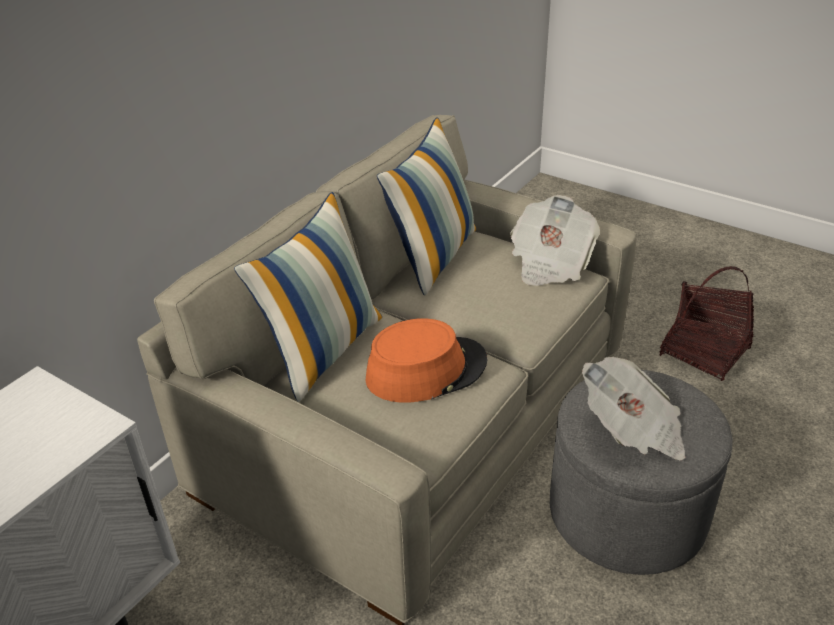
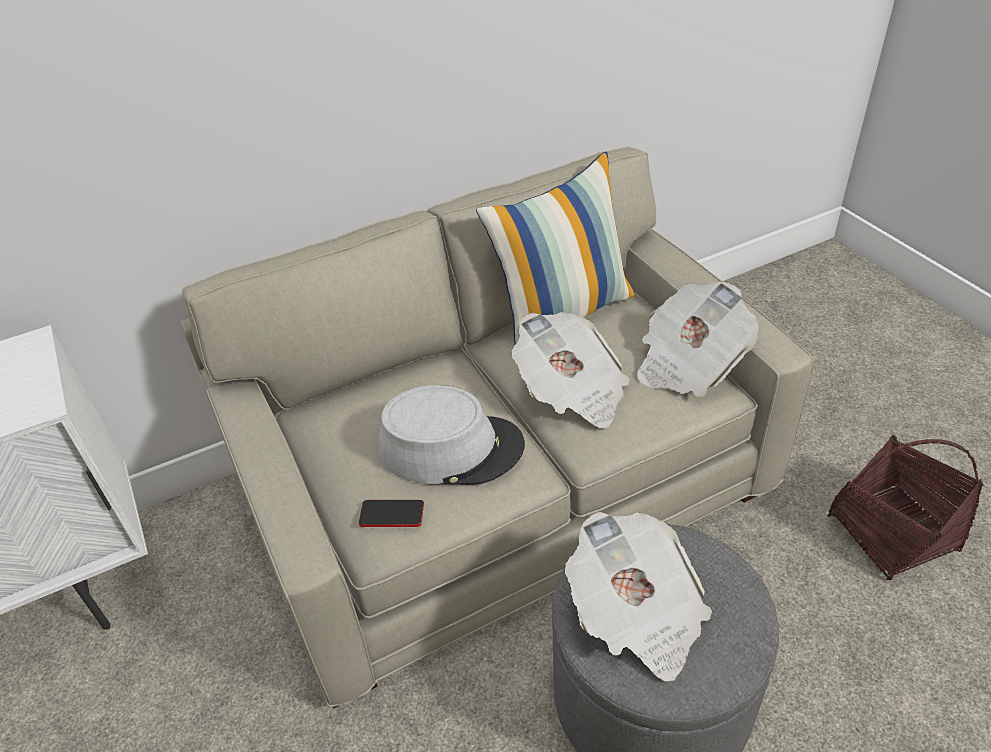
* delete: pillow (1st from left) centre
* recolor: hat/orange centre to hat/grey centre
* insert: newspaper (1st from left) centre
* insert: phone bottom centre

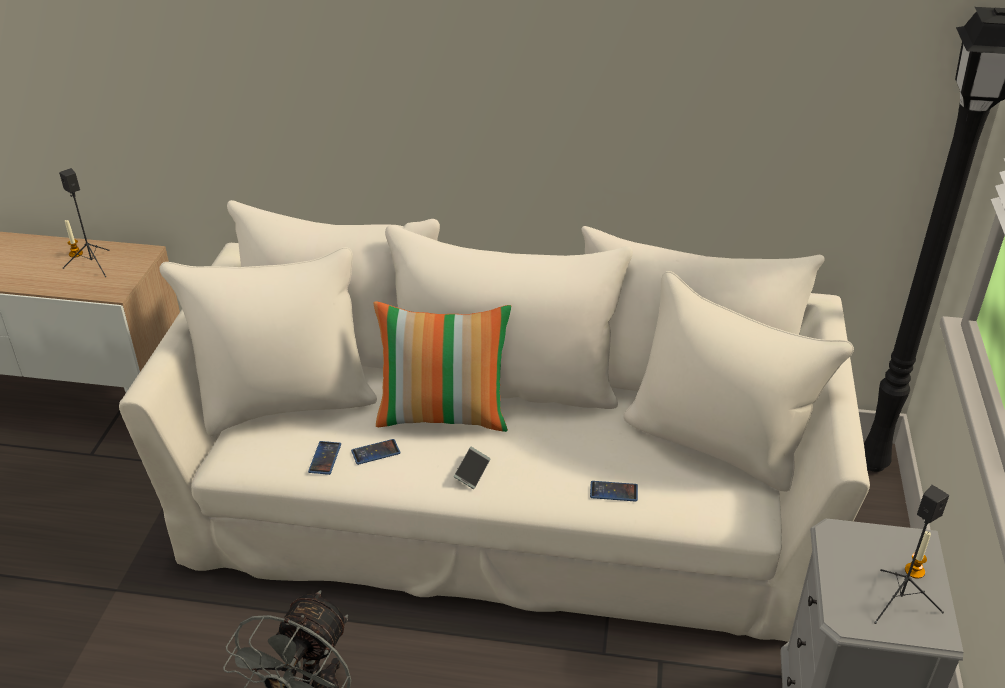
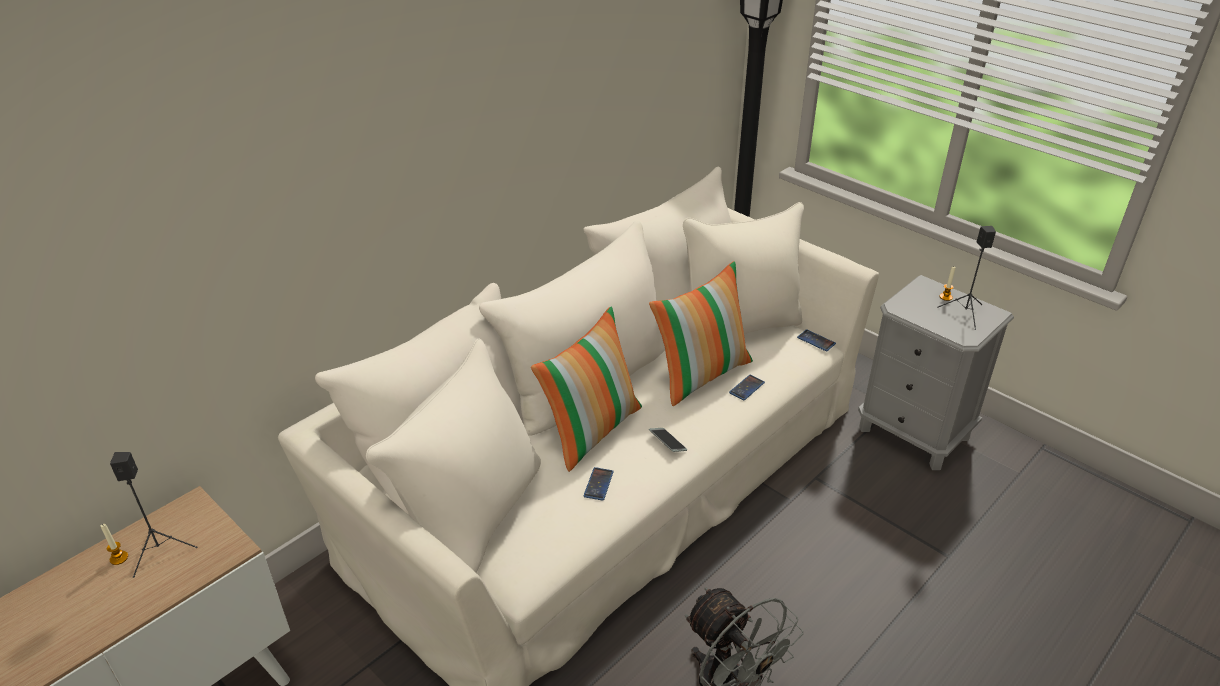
* move: phone (1st from left in the first image) middle left to phone (4th from left) middle right
* insert: pillow (2nd from left) centre

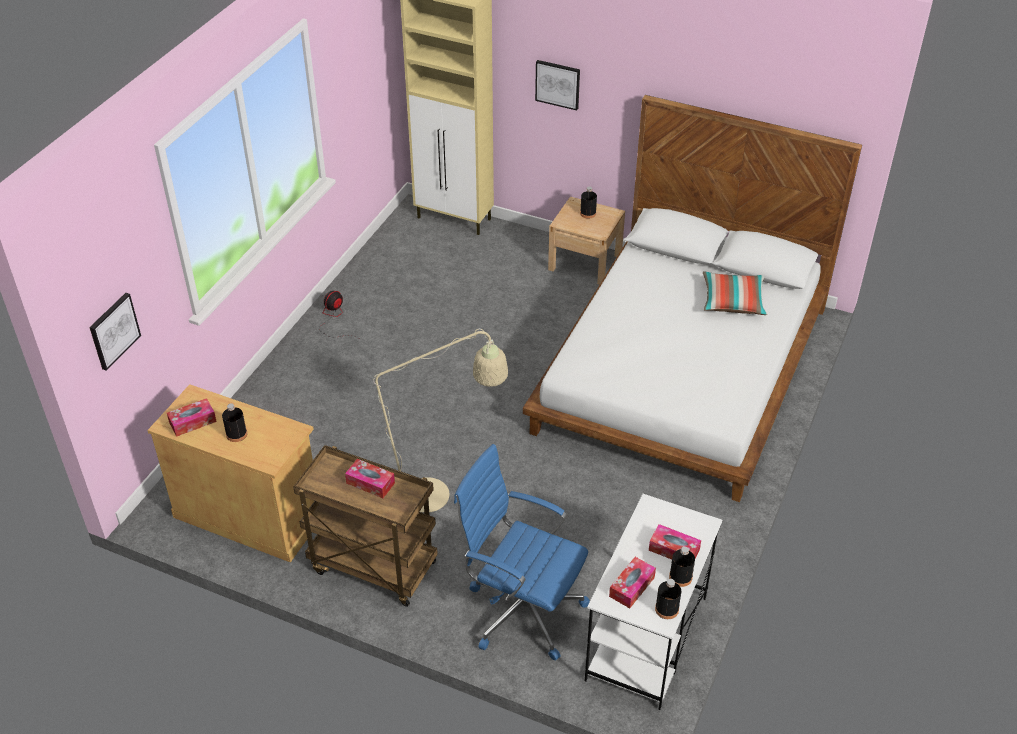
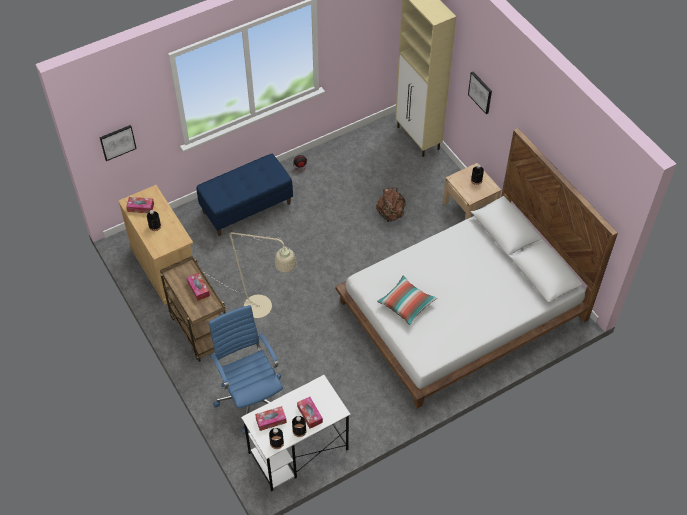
* move: pillow middle right to centre
* insert: bench/blue centre
* insert: backpack/brown centre

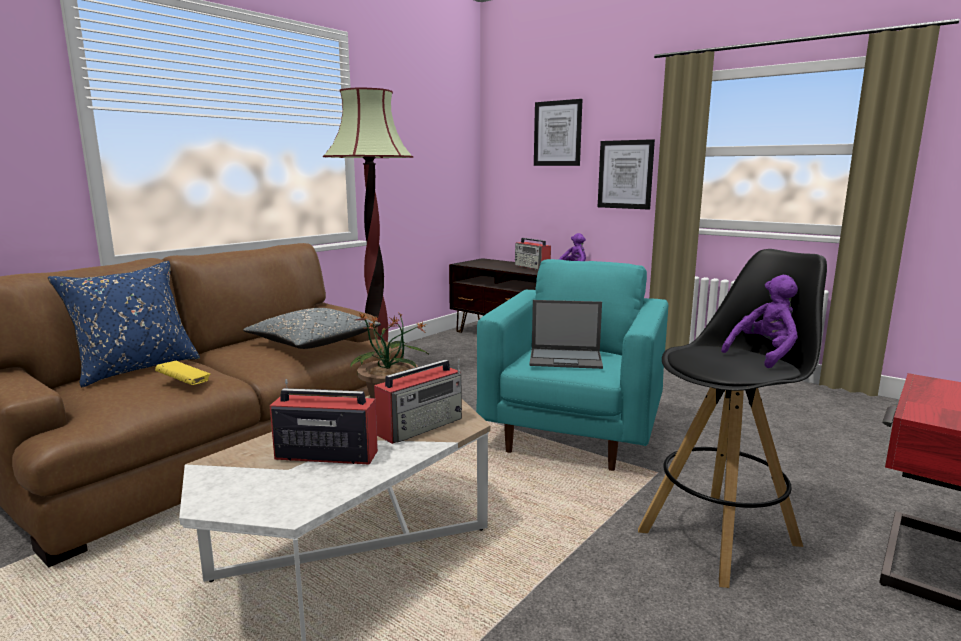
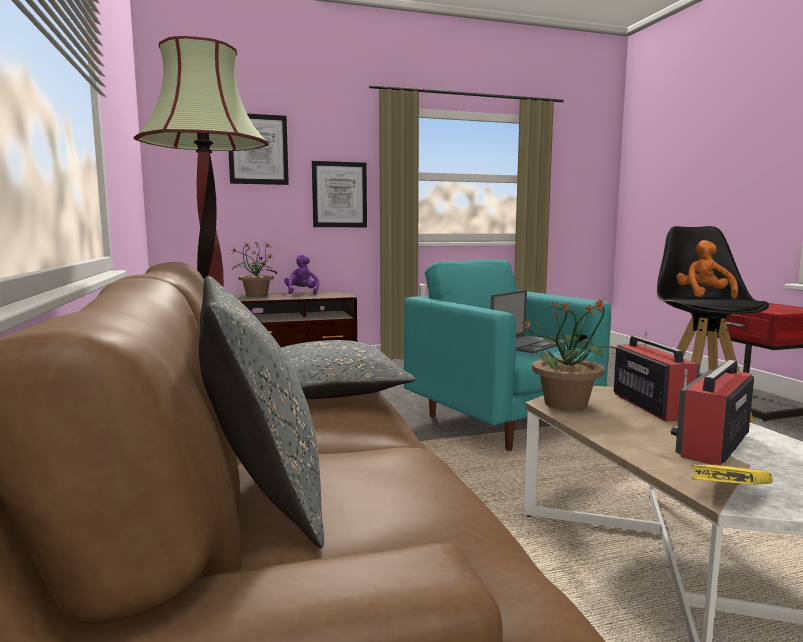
* replace: radio (3rd from left) centre to potted plant (1st from left) middle left
* recolor: pillow/blue middle left to pillow/grey (1st from left) middle left
* recolor: plush toy/purple (2nd from left) middle right to plush toy/orange middle right
* move: book/yellow middle left to bottom right

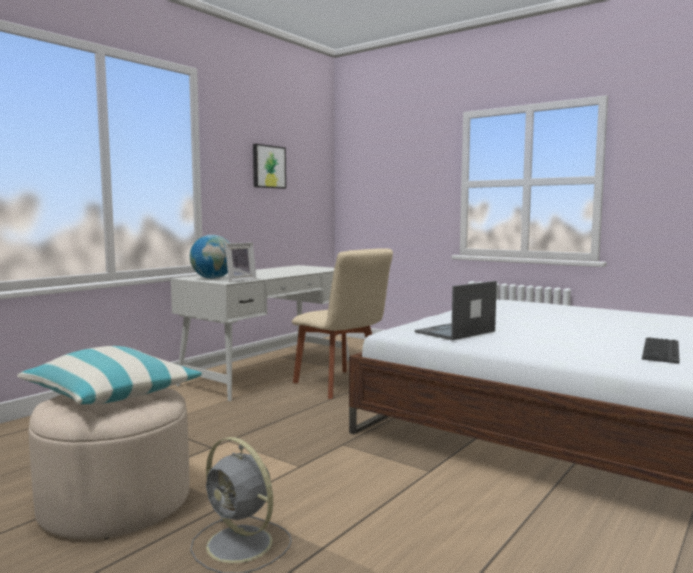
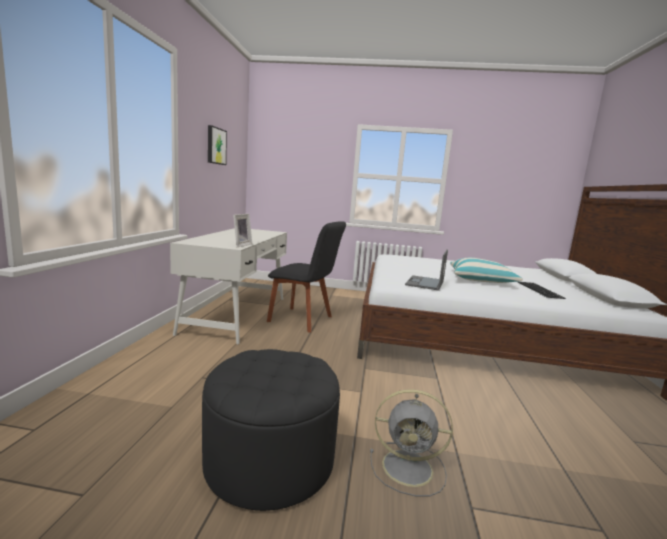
* delete: globe middle left
* recolor: chair/beige centre to chair/black centre
* move: pillow middle left to middle right
* recolor: ottoman/beige bottom left to ottoman/black bottom centre

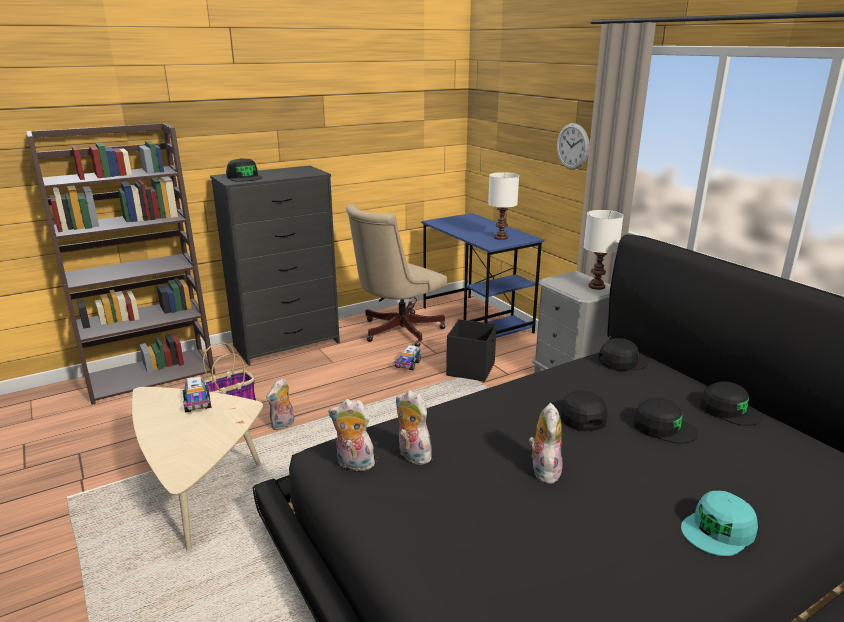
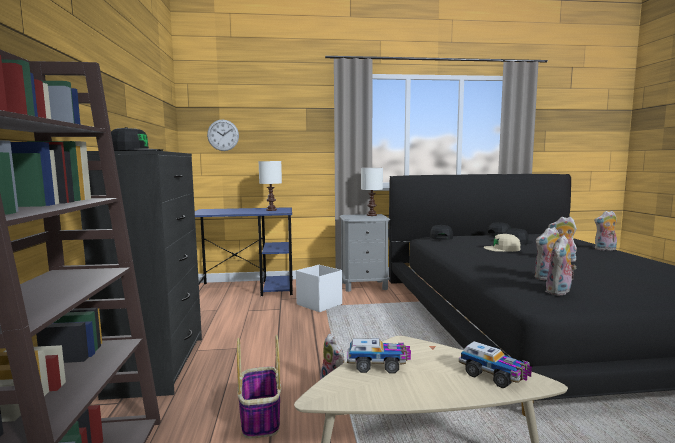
* move: wall clock top right to top left
* delete: office chair/beige centre
* recolor: storage box/black centre to storage box/white centre
* move: toy truck (2nd from left) centre to bottom right
* recolor: cap/black (2nd from left) middle right to cap/beige middle right
* replace: cap/turquoise bottom right to plush toy (5th from left) middle right

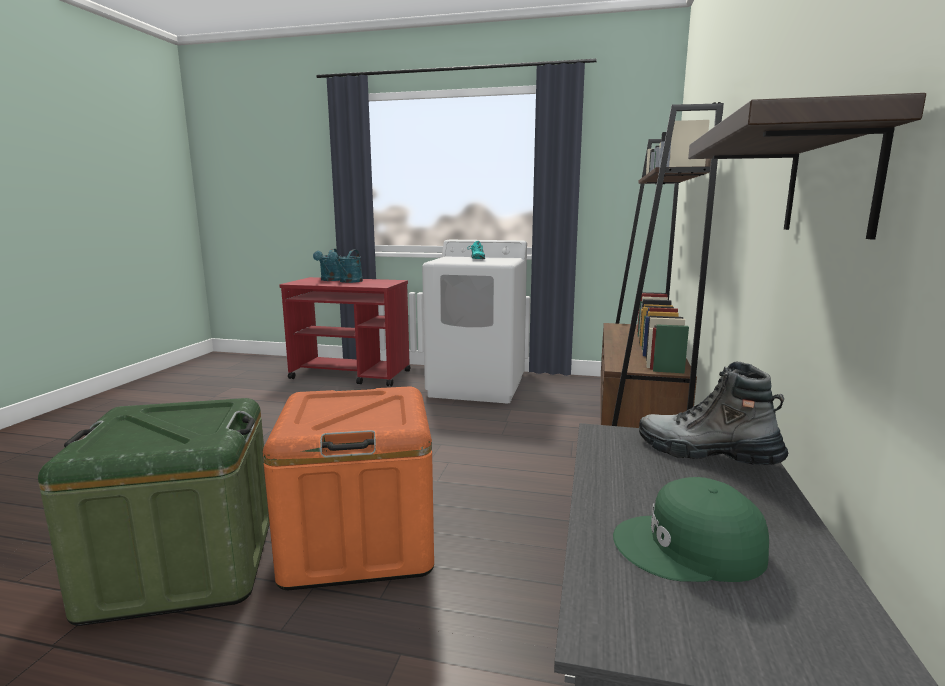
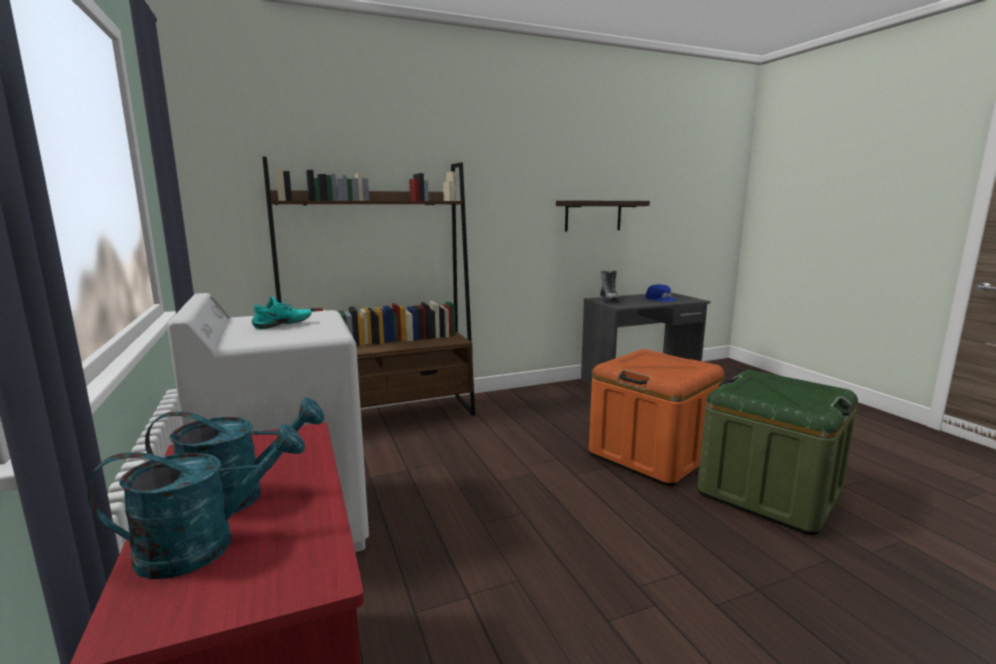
* recolor: cap/green bottom right to cap/blue centre

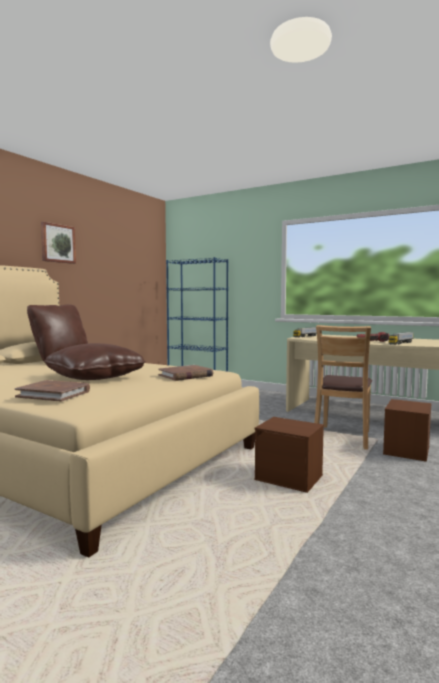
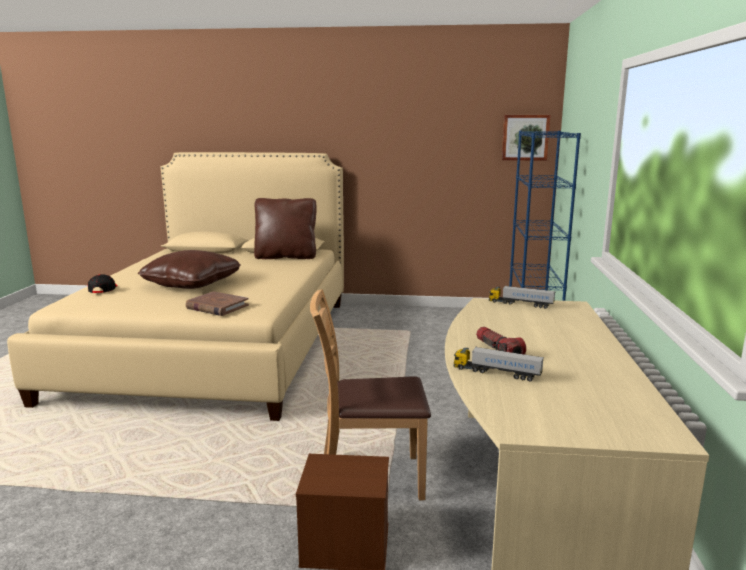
* move: picture middle left to top right
* replace: book/brown (1st from left) middle left to cap/black middle left
* delete: storage box/brown (1st from left) centre

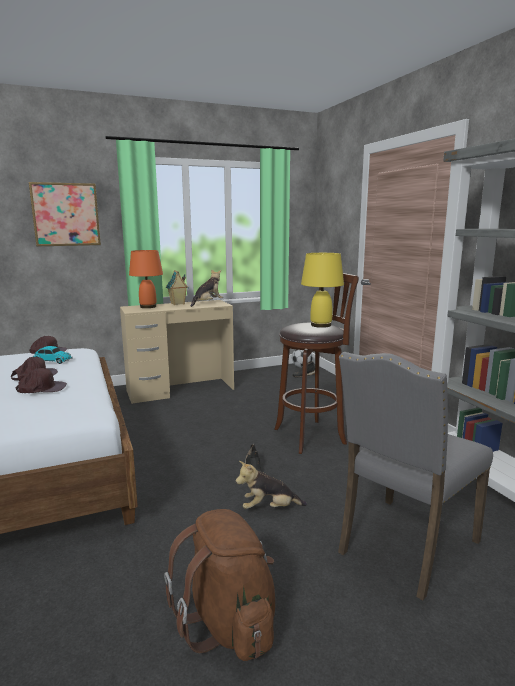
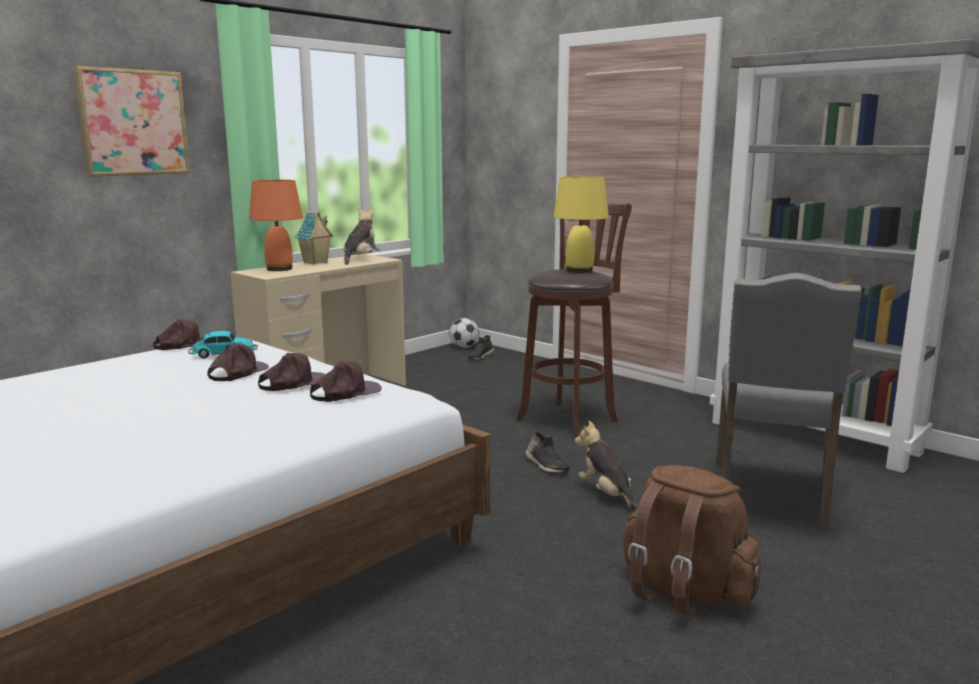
* rotate: plush toy (2nd from left) bottom centre = bottom centre 90 degrees clockwise
* insert: cap/brown (4th from left) centre

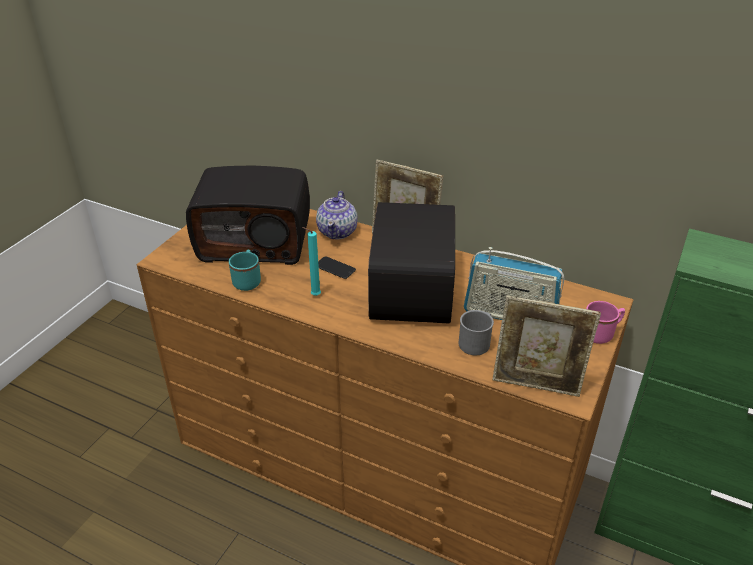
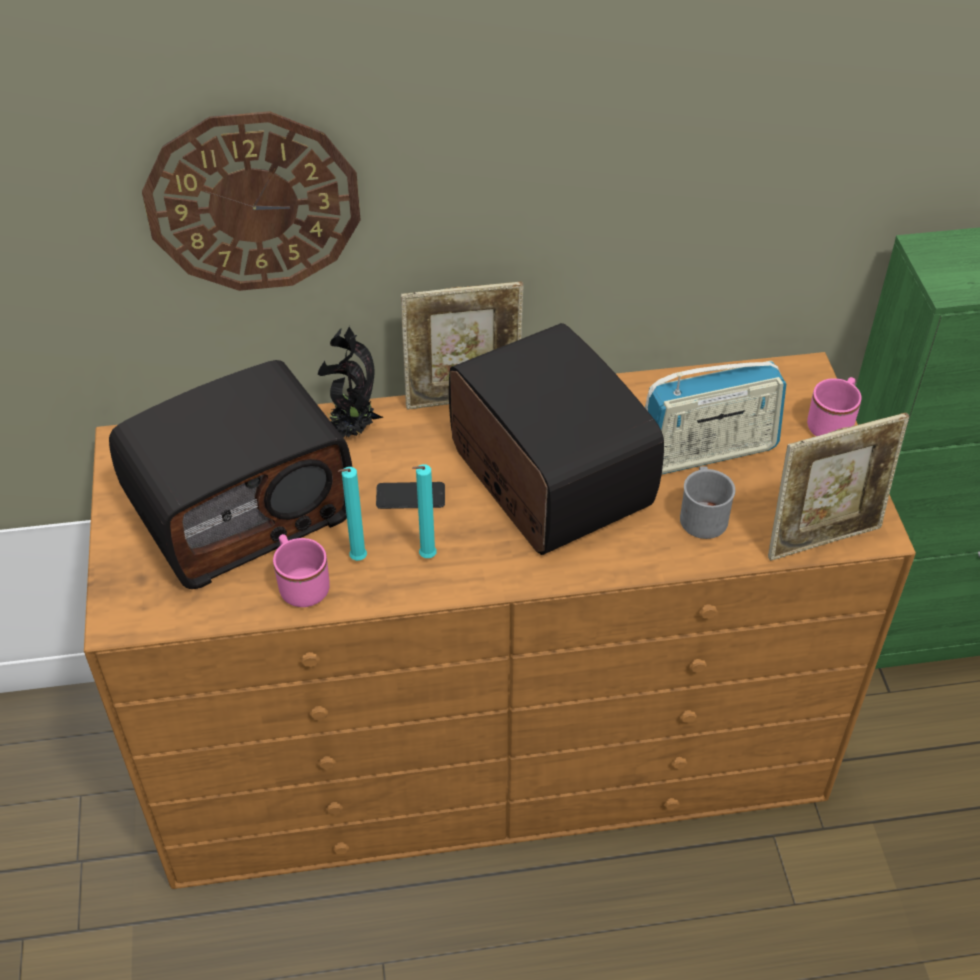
* replace: teapot centre to potted plant centre
* recolor: mug/turquoise middle left to mug/pink (1st from left) middle left
* insert: wall clock top left
* insert: candle/turquoise (1st from left) centre

